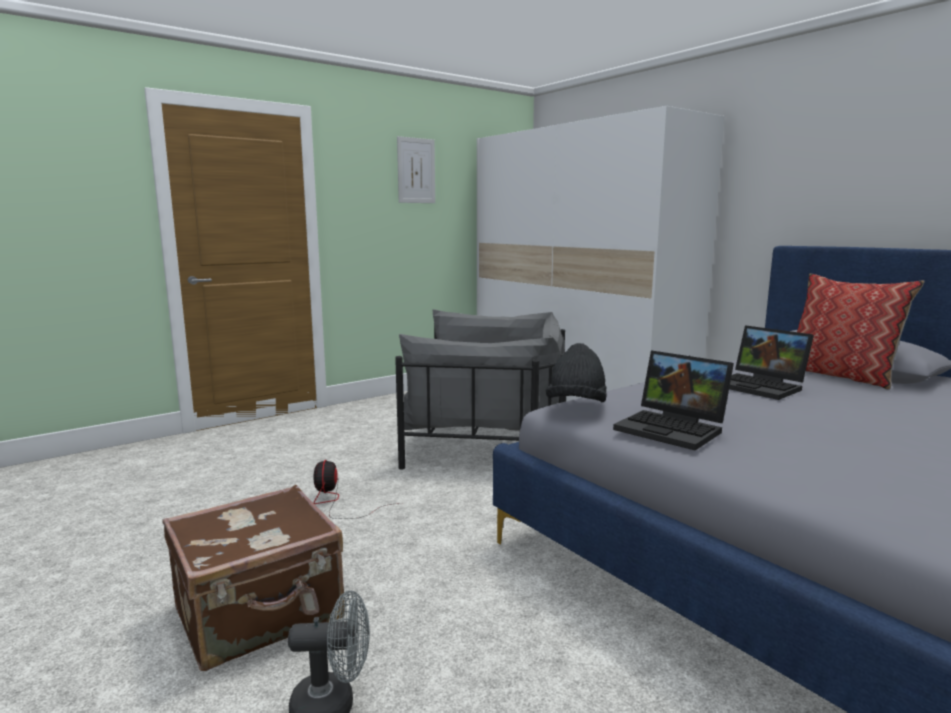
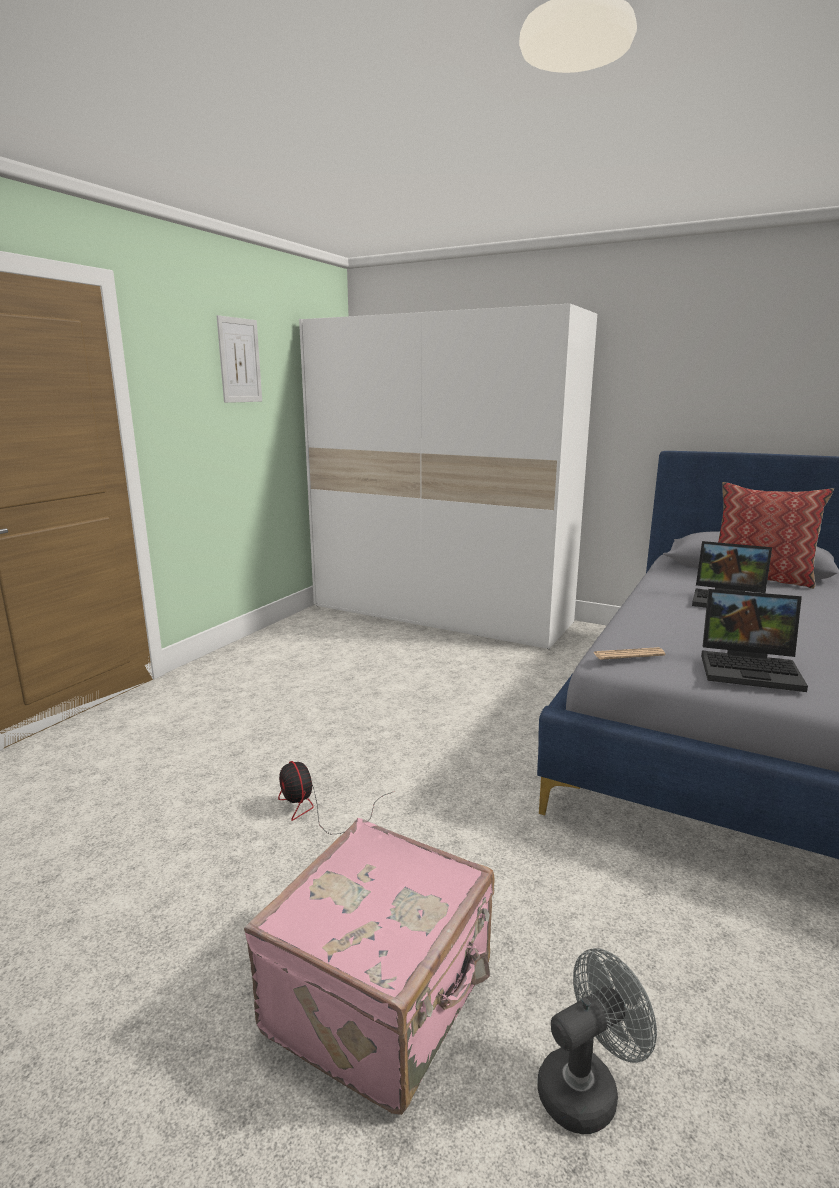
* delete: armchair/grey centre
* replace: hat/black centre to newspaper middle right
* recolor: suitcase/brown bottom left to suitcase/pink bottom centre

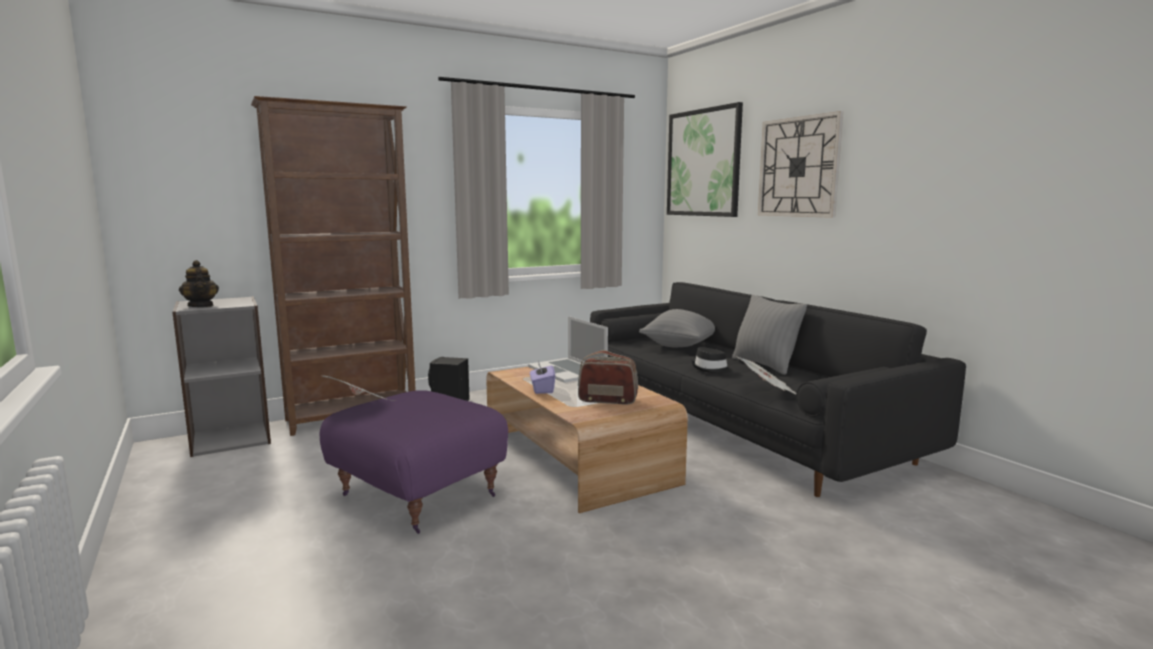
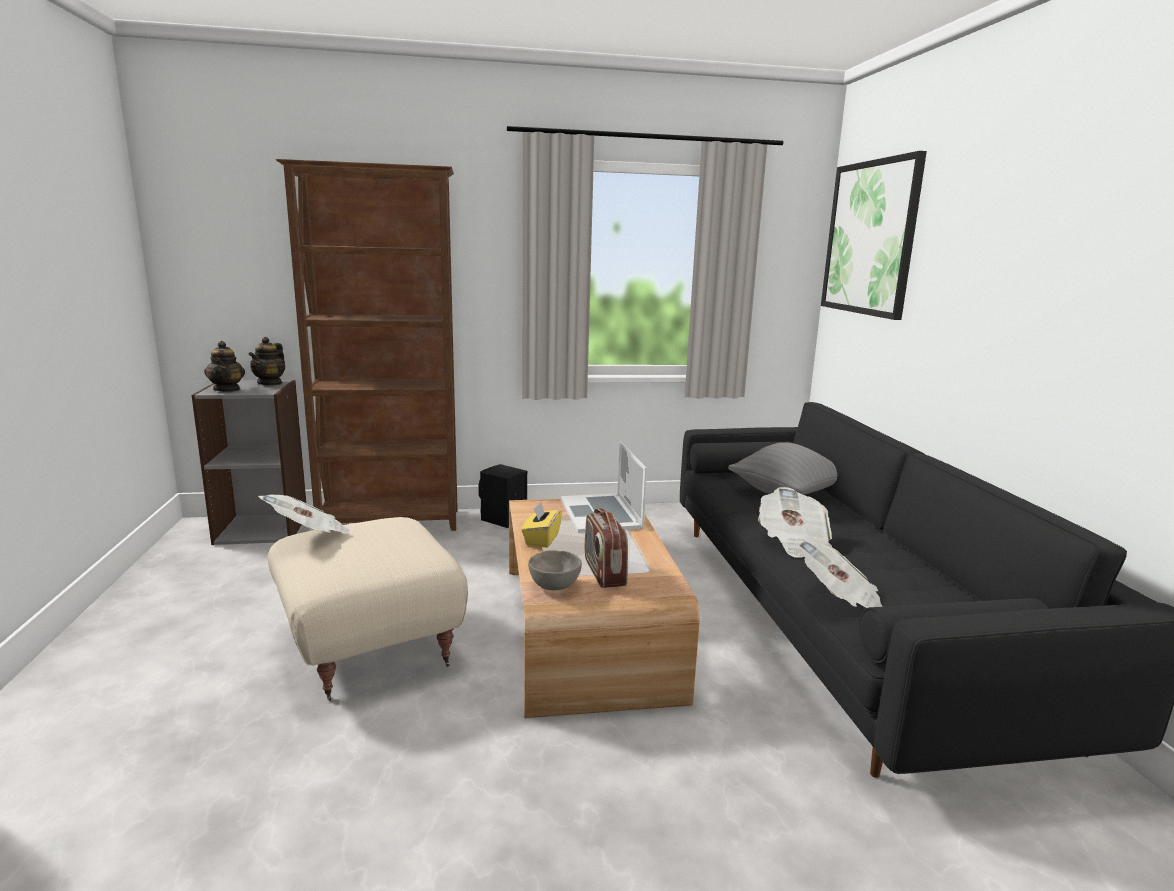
* delete: wall clock top right
* delete: pillow/grey (2nd from left) middle right
* replace: hat/black centre to newspaper (2nd from left) middle right
* rotate: radio centre = centre 135 degrees counterclockwise
* recolor: tissue box/purple centre to tissue box/yellow centre
* recolor: ottoman/purple bottom centre to ottoman/beige bottom left
* insert: teapot (2nd from left) middle left
* insert: bowl/grey centre

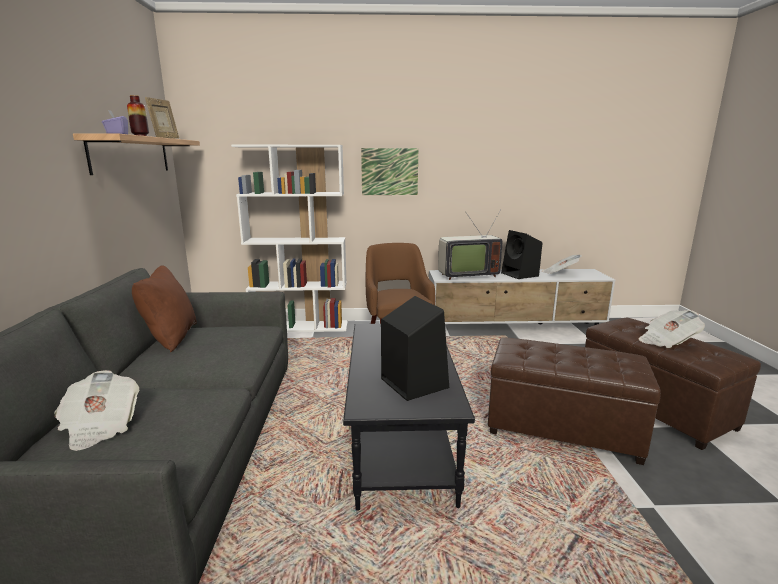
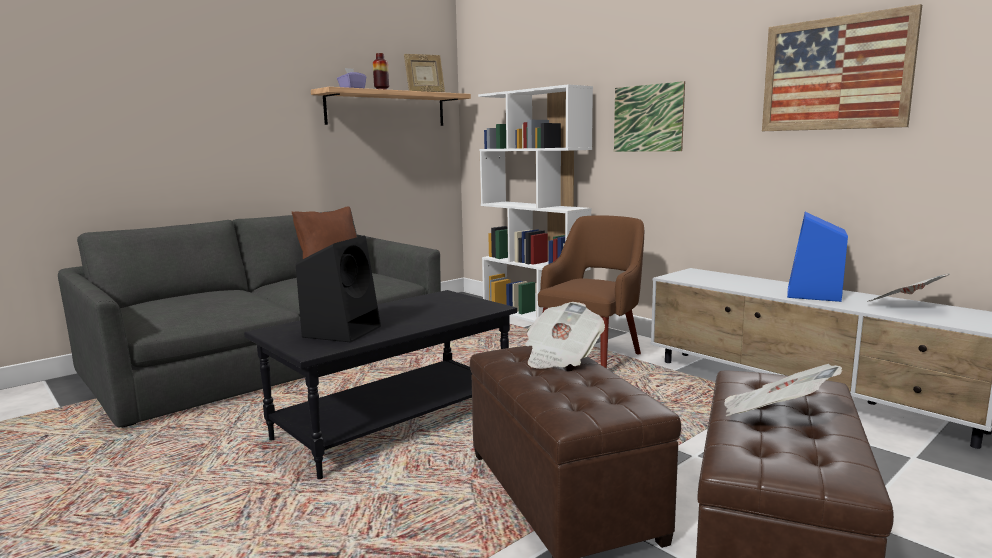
* delete: television centre
* recolor: speaker/black (2nd from left) middle right to speaker/blue middle right
* move: newspaper (1st from left) bottom left to centre
* insert: picture (2nd from left) top right

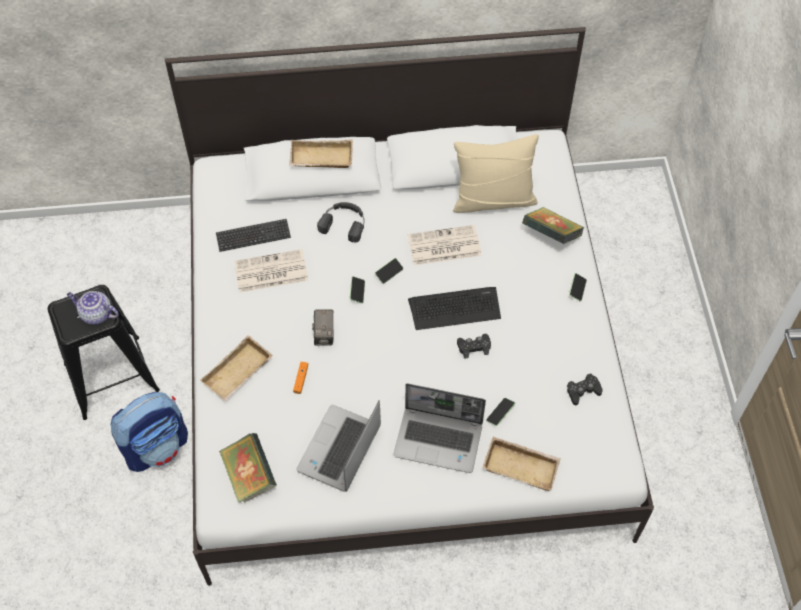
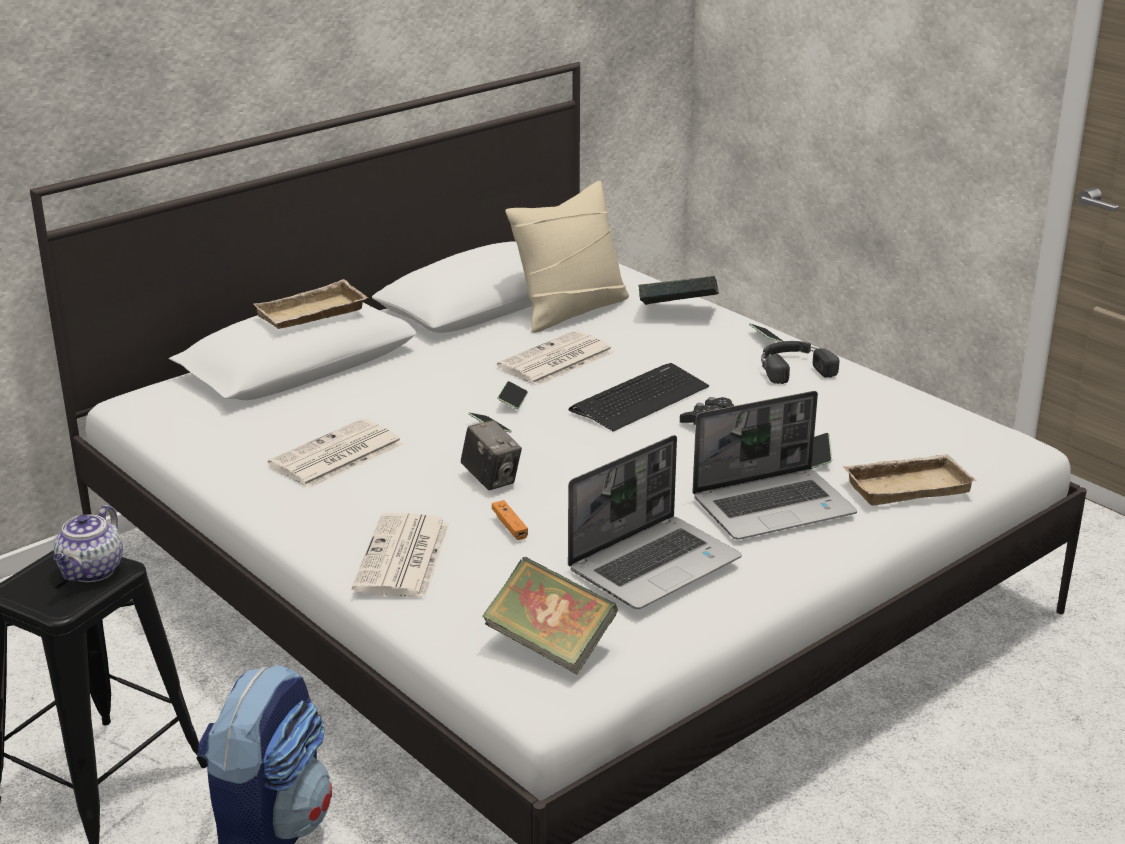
* move: headphones/black centre to middle right
* delete: keyboard (1st from left) middle left
* rotate: teapot middle left = middle left 60 degrees counterclockwise
* replace: tray/beige (1st from left) middle left to newspaper (2nd from left) centre
* delete: game controller/black (2nd from left) middle right
* rotate: laptop (1st from left) bottom centre = centre 120 degrees counterclockwise

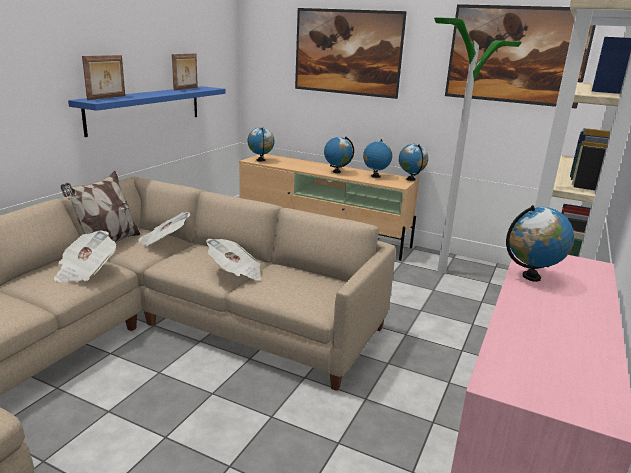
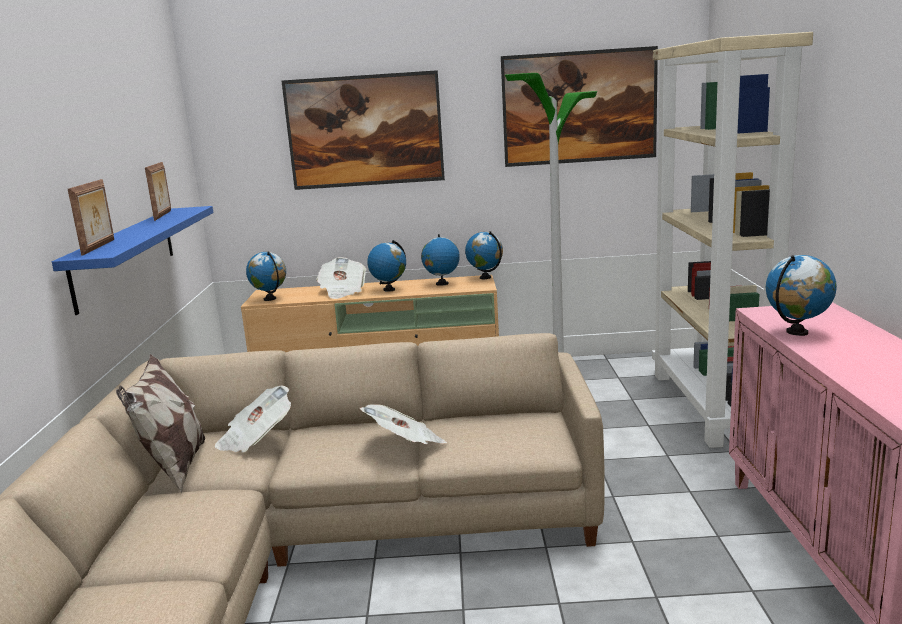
* move: newspaper (1st from left in the first image) middle left to newspaper (2nd from left) centre

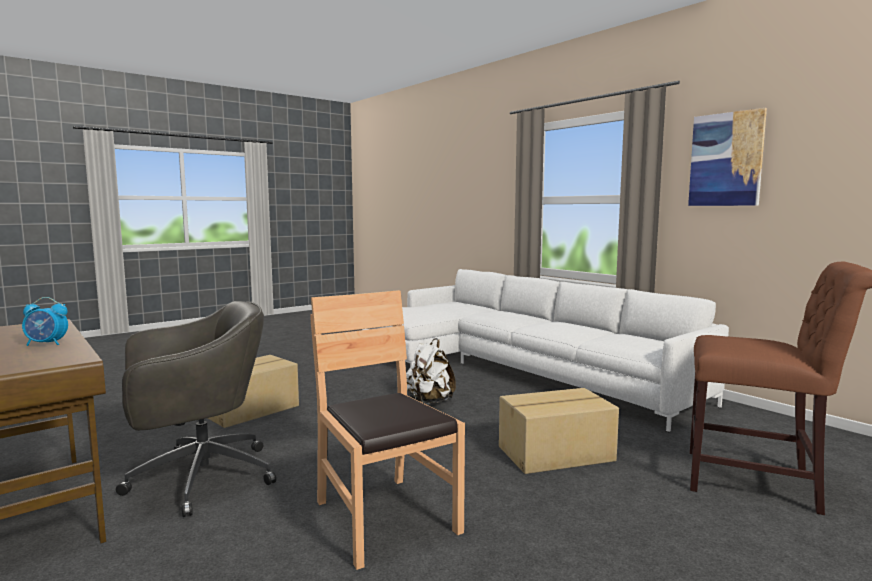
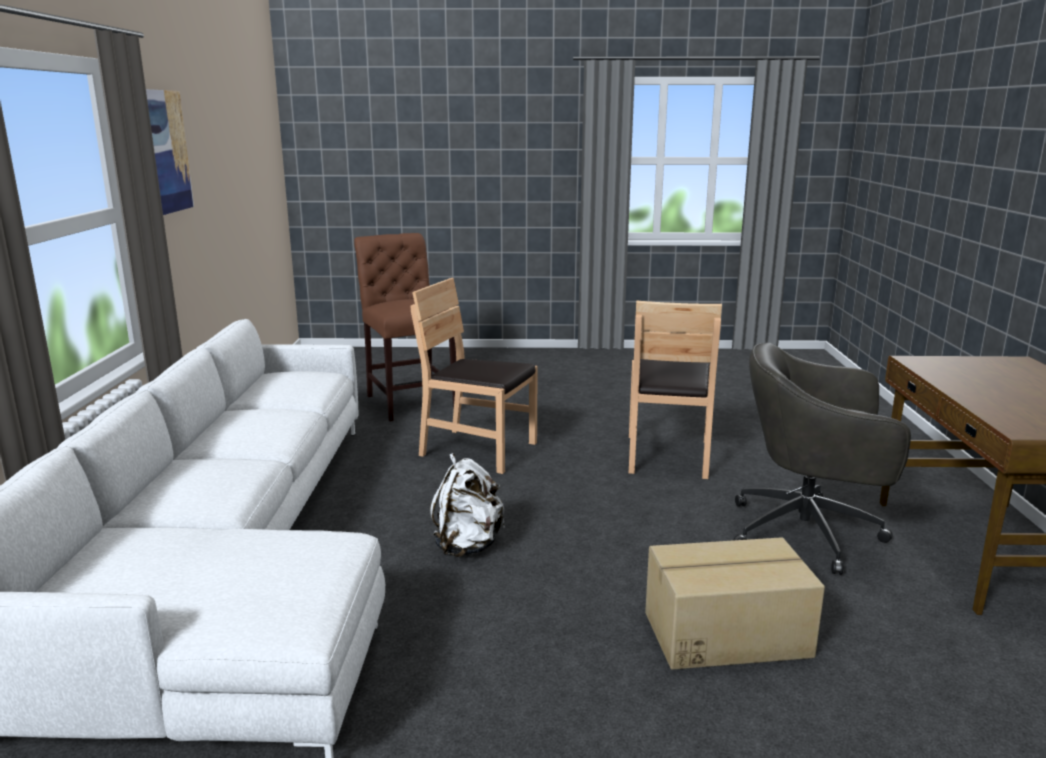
* delete: alarm clock middle left
* replace: cardboard box (2nd from left) bottom centre to chair/brown (2nd from left) centre

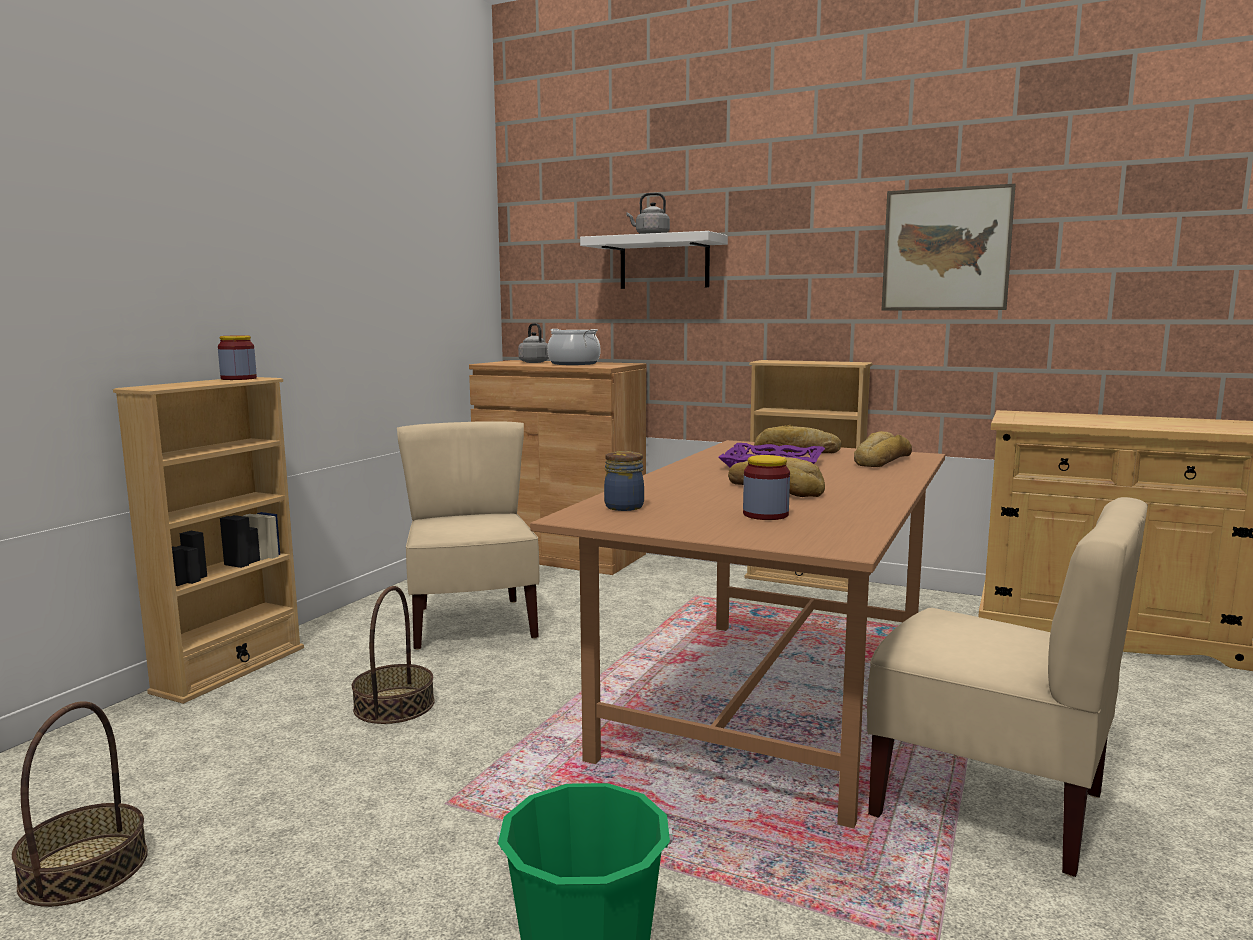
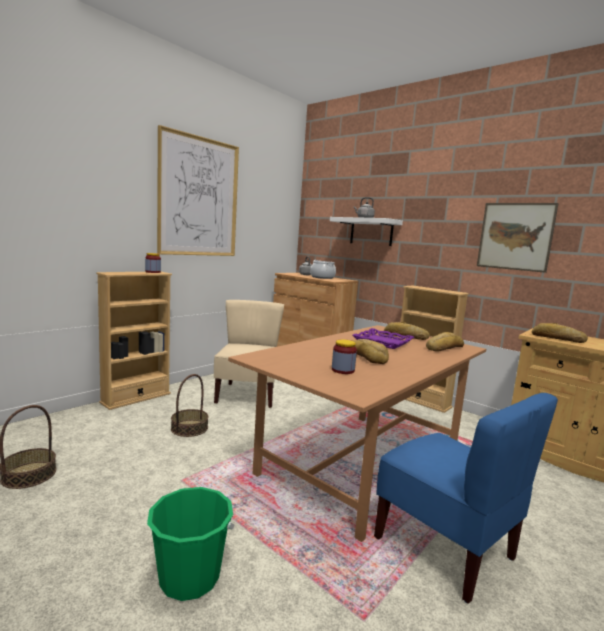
* delete: jar (2nd from left) centre
* recolor: chair/beige (2nd from left) bottom right to chair/blue bottom right
* insert: picture (1st from left) top left
* insert: bread (4th from left) middle right

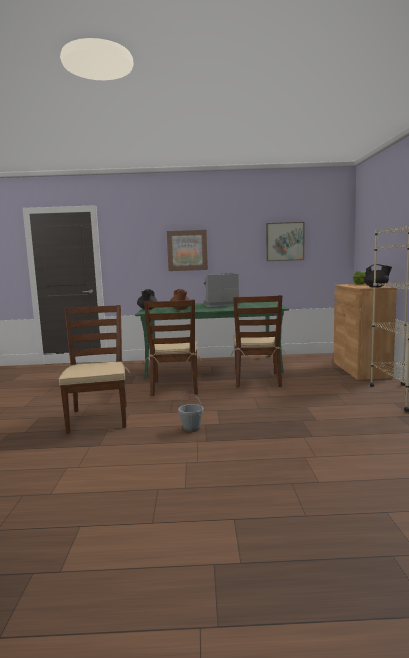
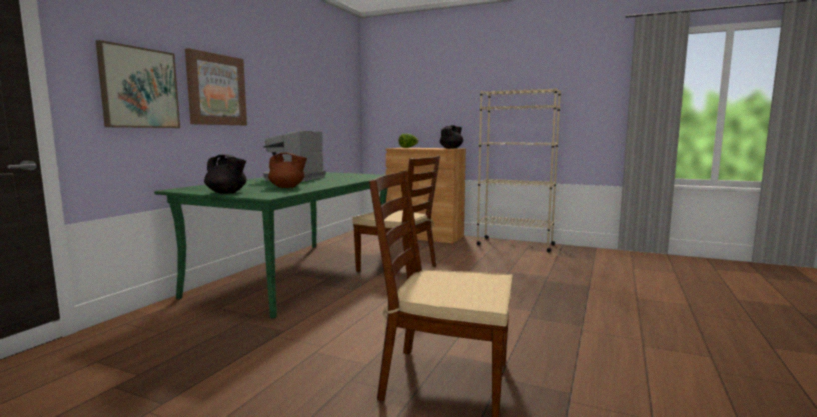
* move: picture (2nd from left in the first image) middle right to picture (1st from left) top left
* delete: chair/brown (2nd from left) centre
* delete: bucket/grey centre

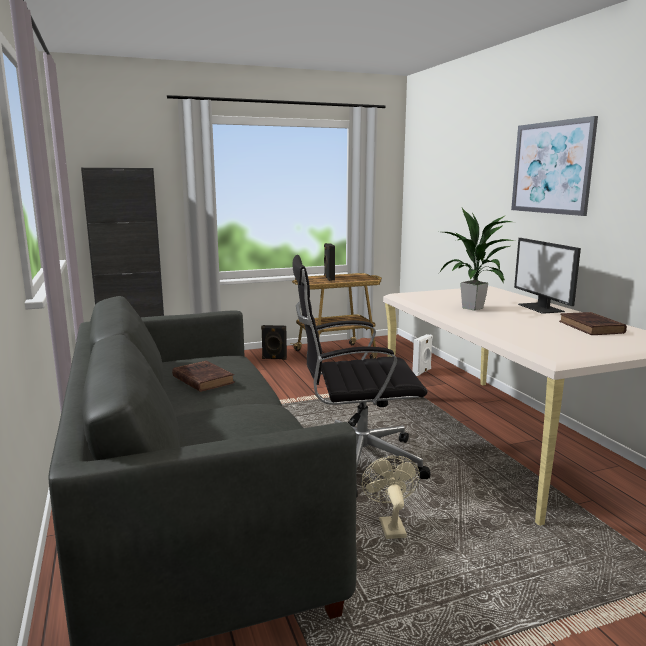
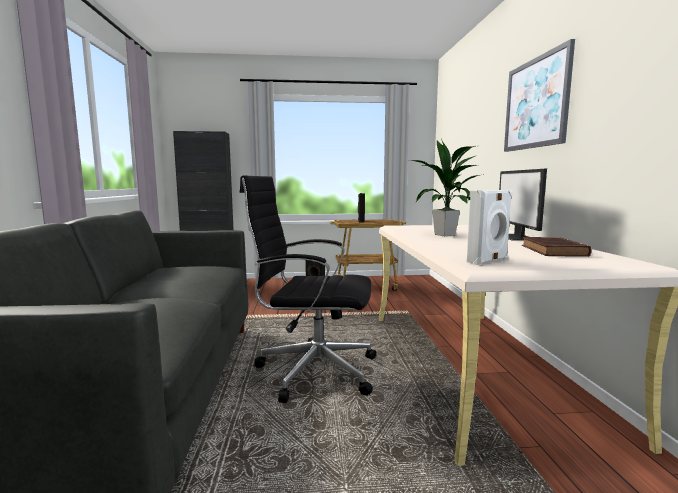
* move: speaker/white centre to middle right
* delete: book/brown (1st from left) middle left
* delete: fan/beige bottom centre

